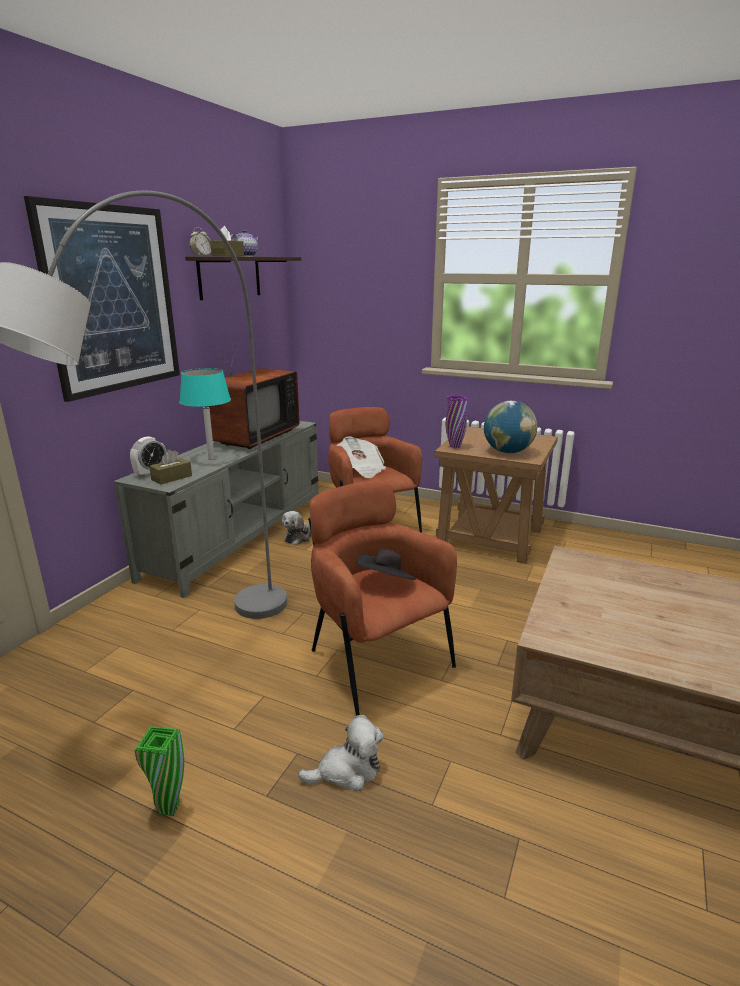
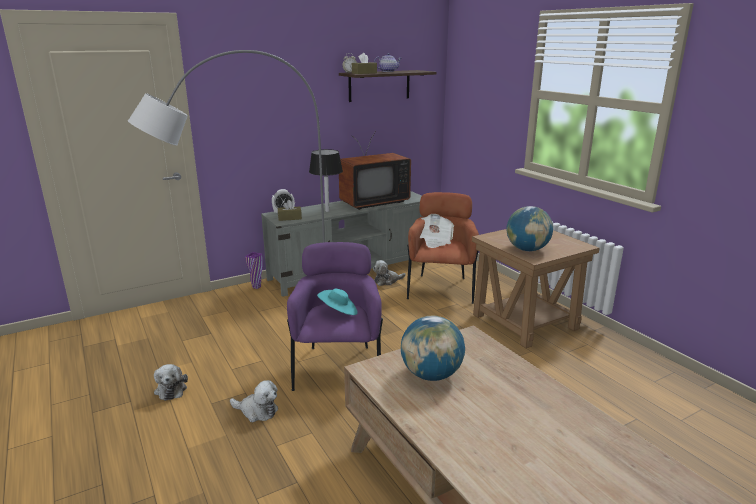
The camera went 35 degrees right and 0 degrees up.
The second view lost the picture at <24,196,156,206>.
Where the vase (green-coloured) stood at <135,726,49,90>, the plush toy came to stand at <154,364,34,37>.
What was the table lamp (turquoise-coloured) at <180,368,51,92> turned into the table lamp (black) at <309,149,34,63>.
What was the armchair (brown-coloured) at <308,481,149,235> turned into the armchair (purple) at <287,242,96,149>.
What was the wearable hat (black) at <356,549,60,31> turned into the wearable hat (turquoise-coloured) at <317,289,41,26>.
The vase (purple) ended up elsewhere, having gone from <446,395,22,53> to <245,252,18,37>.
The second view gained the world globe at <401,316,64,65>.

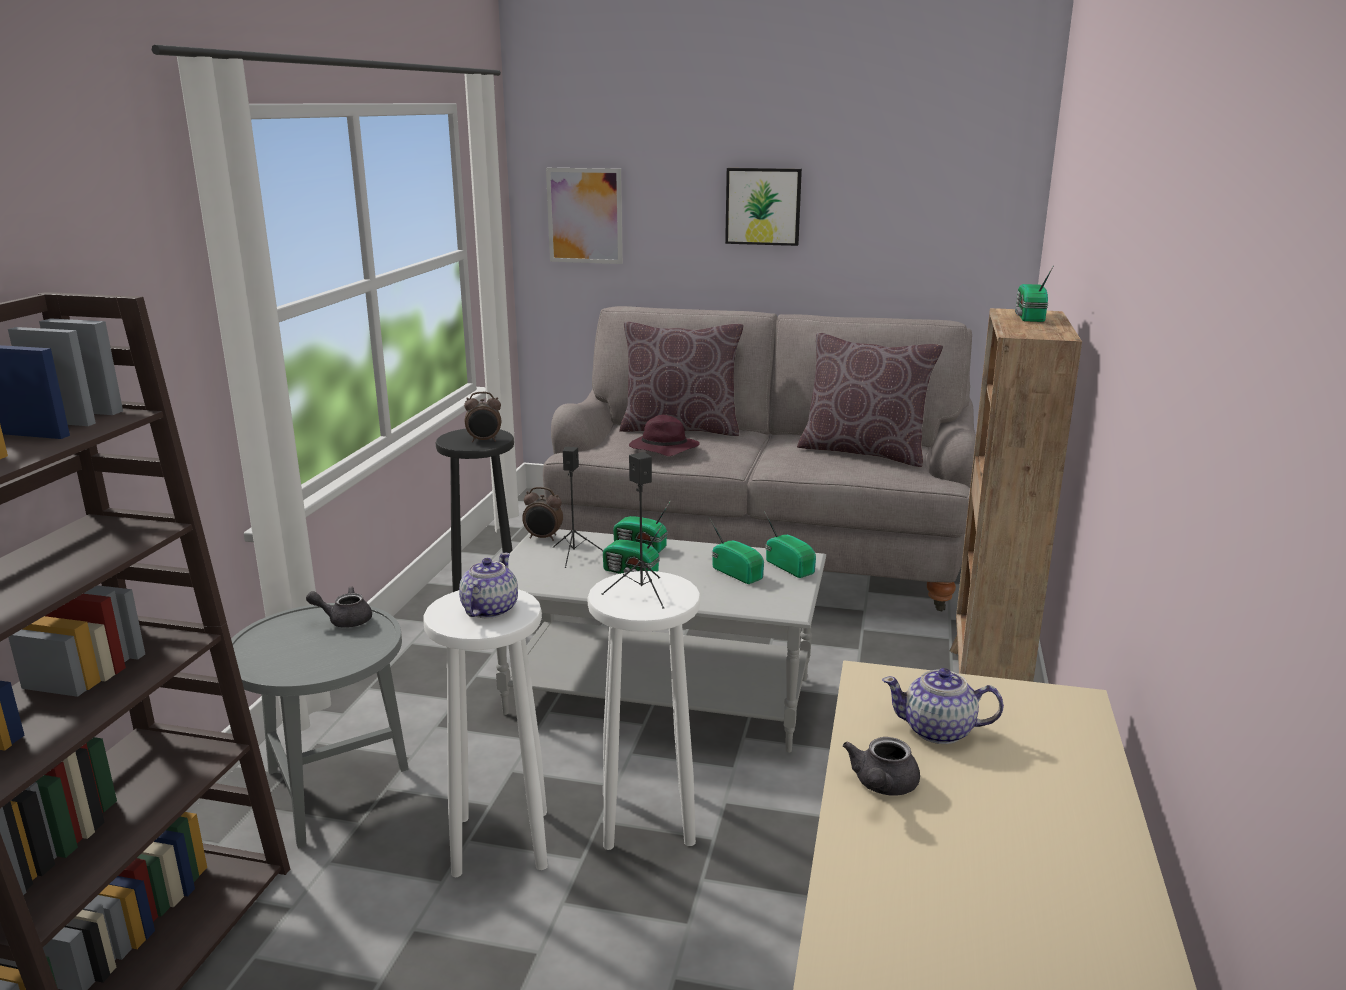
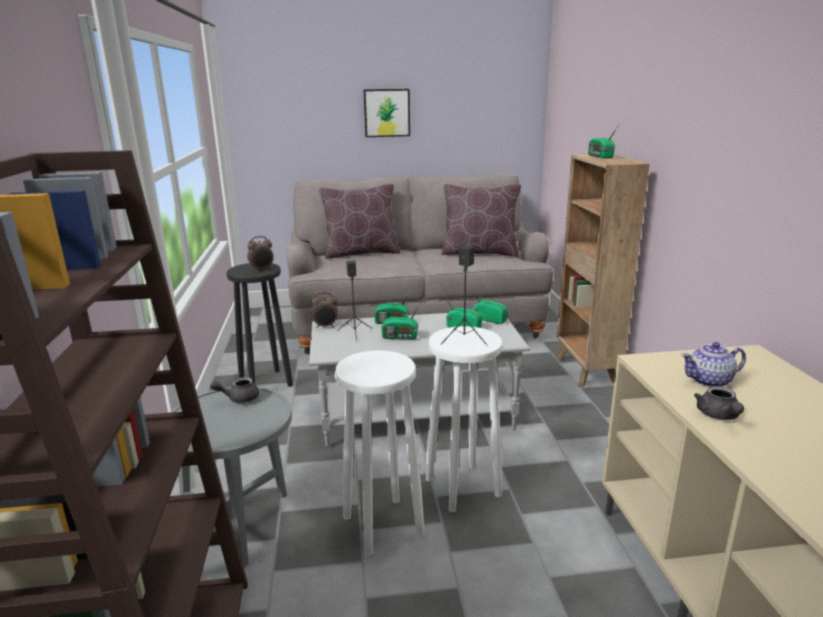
The camera went 20 degrees left and 0 degrees up.
The second view lost the tea pot at <459,553,59,66>.
The second view lost the picture at <546,168,77,96>.
The second view lost the wearable hat (purple) at <629,415,71,41>.

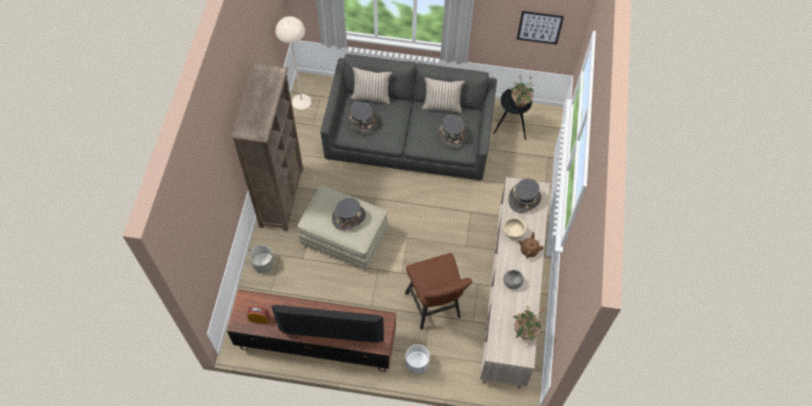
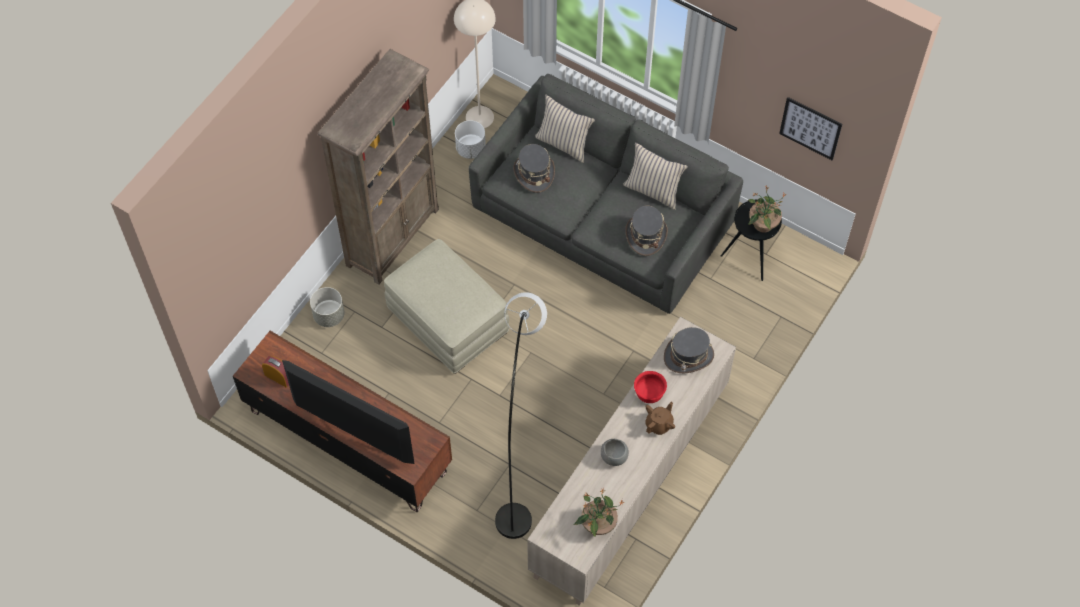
The camera went 25 degrees right and 0 degrees up.
The second view lost the wearable hat (greyish) at <332,198,34,32>.
Where the stool (brown-coloured) stood at <405,253,68,77>, the standing lamp (greyish) came to stand at <495,292,52,247>.
The flower pot (white-coloured) ended up elsewhere, having gone from <405,344,25,30> to <455,120,31,39>.
What was the serving bowl (beige-coloured) at <503,217,23,22> turned into the serving bowl (red-coloured) at <634,371,33,32>.

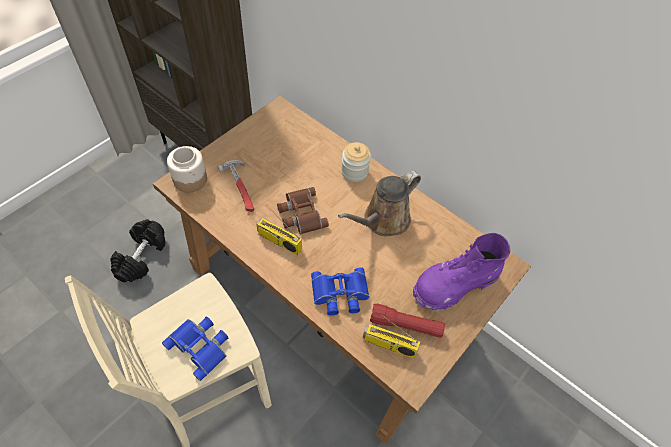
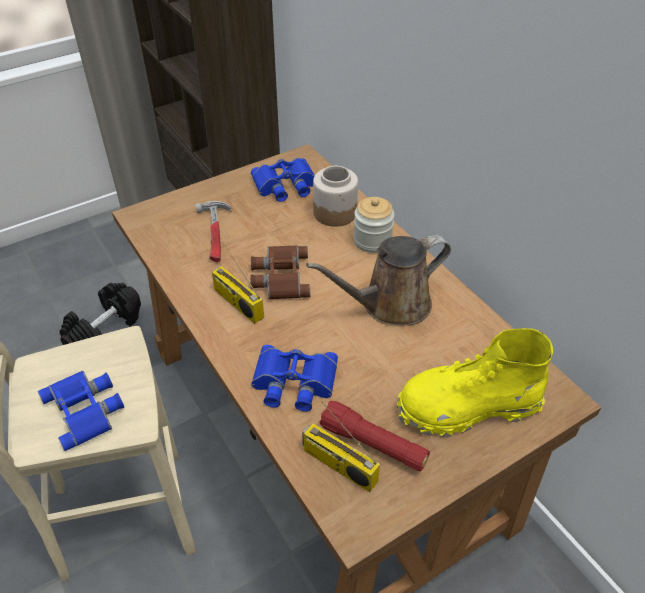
The camera went 20 degrees right and 10 degrees down.
The storage jar ended up elsewhere, having gone from <167,146,40,47> to <313,166,45,61>.
What was the boot (purple) at <413,233,97,78> turned into the boot (yellowish) at <397,328,156,109>.
The second view gained the pair of binoculars (bluish) at <251,158,64,44>.

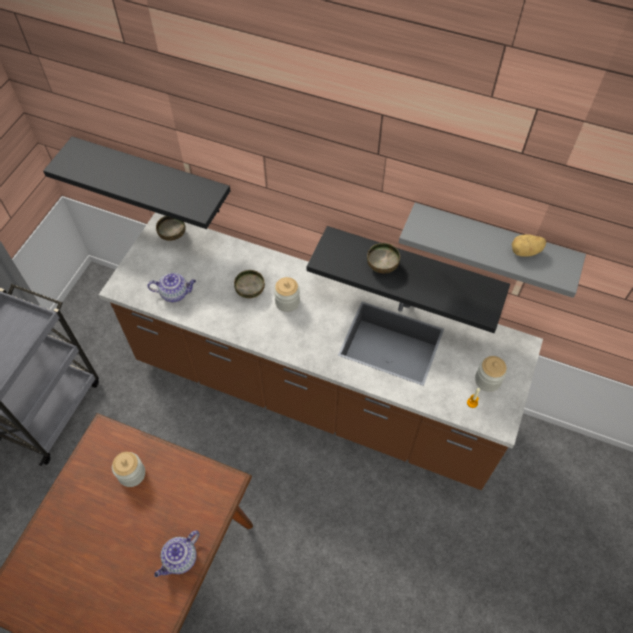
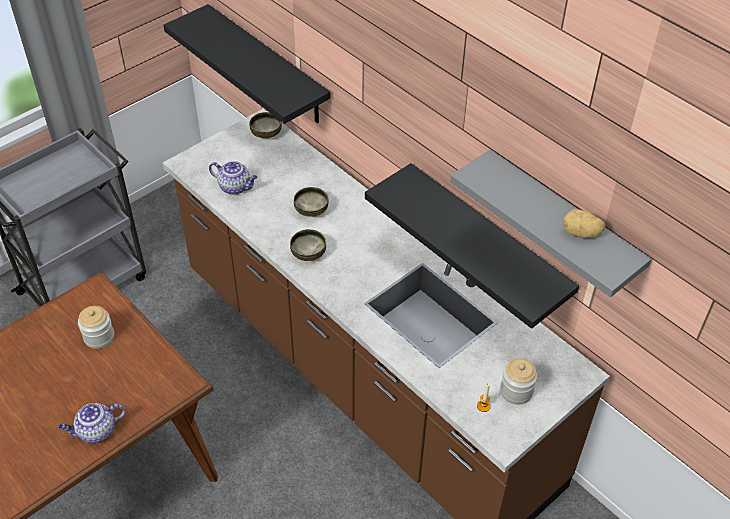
The camera went 25 degrees right and 10 degrees down.
The second view lost the storage jar at <274,277,26,35>.
The serving bowl ended up elsewhere, having gone from <367,243,33,30> to <290,229,36,32>.

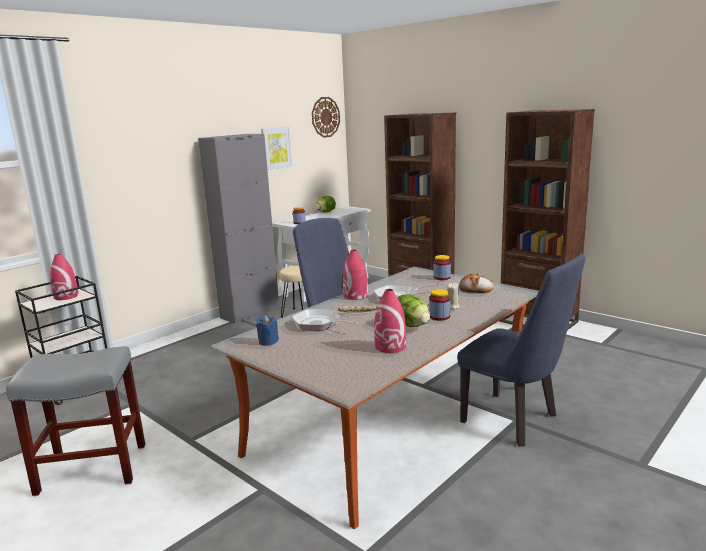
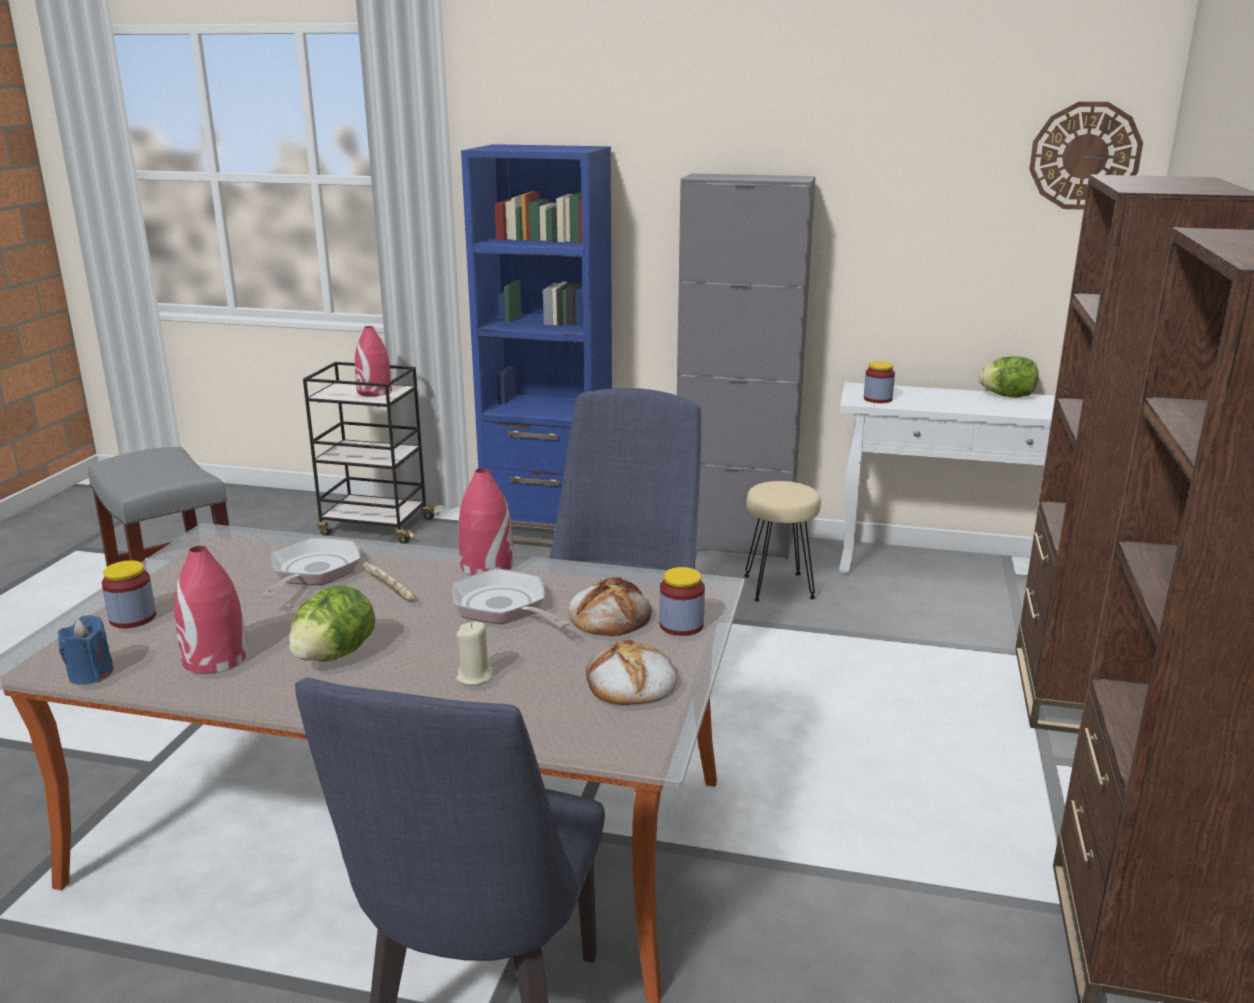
The camera went 60 degrees right and 5 degrees up.
The wax light (bluish) ended up elsewhere, having gone from <256,315,23,31> to <58,615,55,70>.
The second view lost the picture at <261,127,32,43>.
The storage jar ended up elsewhere, having gone from <429,289,21,31> to <102,560,54,68>.
The second view gained the bookcase (bluish) at <461,144,151,403>.
The second view gained the bakery bread at <568,577,84,59>.

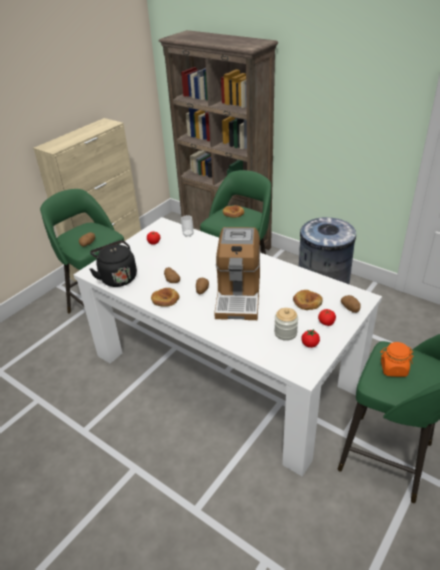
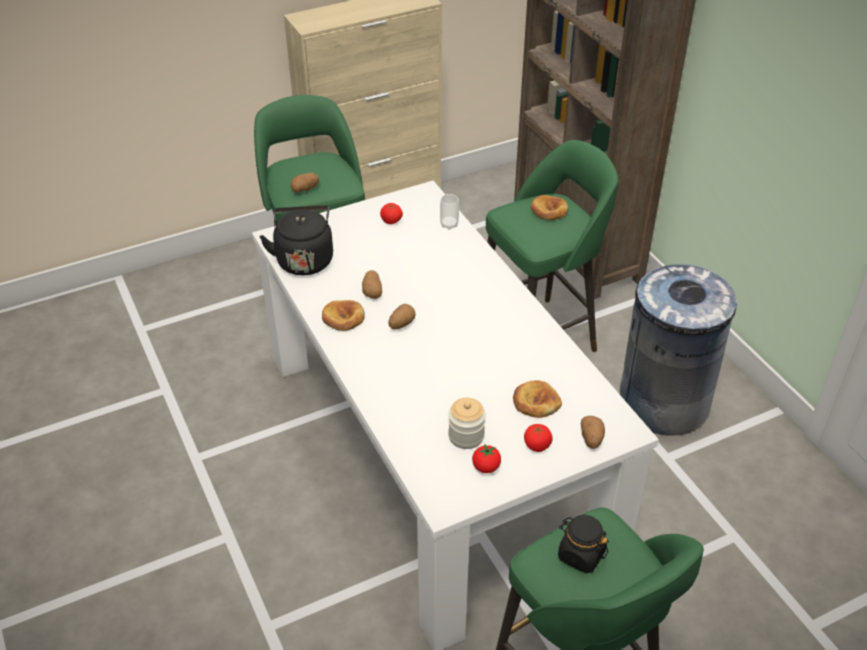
The camera went 25 degrees right and 5 degrees up.
The second view lost the coffee machine at <214,227,47,93>.
What was the storage jar (orange-coloured) at <380,342,34,35> turned into the storage jar (black) at <558,515,51,58>.

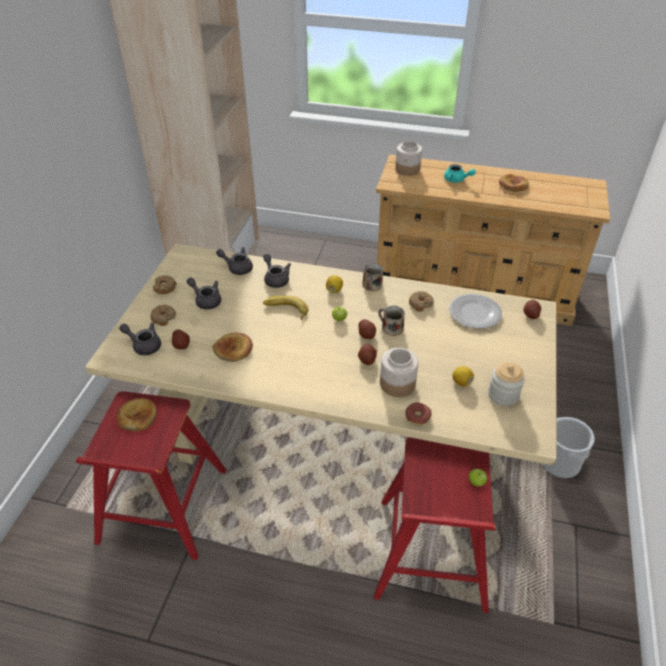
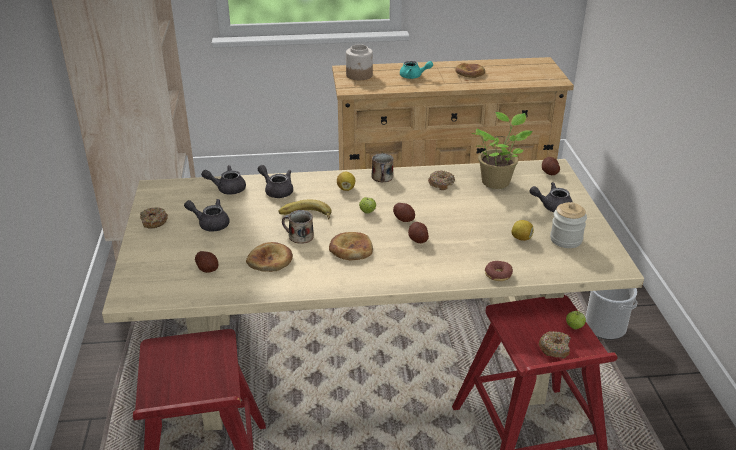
The camera went 20 degrees left and 10 degrees down.
The bakery bread ended up elsewhere, having gone from <116,398,41,33> to <329,232,44,28>.
The tea pot (greyish) ended up elsewhere, having gone from <119,322,42,33> to <529,182,43,30>.
The doughnut ended up elsewhere, having gone from <151,305,25,21> to <539,331,31,28>.
The coffee mug ended up elsewhere, having gone from <378,306,27,30> to <282,210,32,33>.
The second view lost the storage jar at <380,348,39,49>.
Where the plate stood at <449,294,53,35>, the potted plant came to stand at <471,112,62,77>.

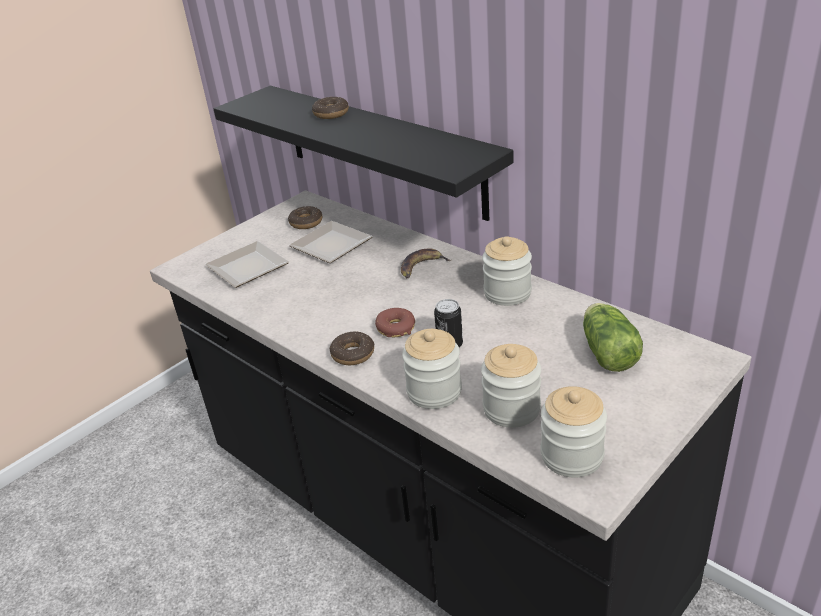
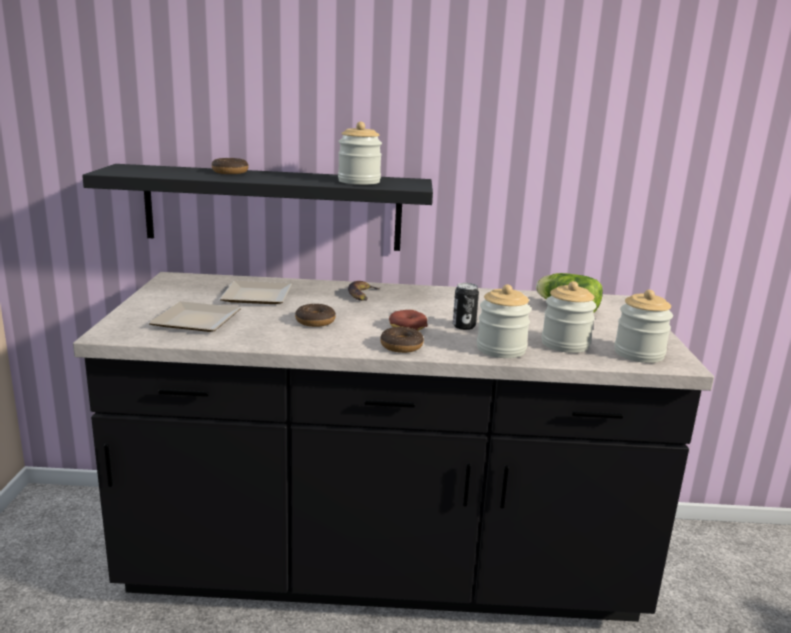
The camera went 45 degrees left and 15 degrees down.
The doughnut ended up elsewhere, having gone from <288,206,35,23> to <295,304,41,23>.
The storage jar ended up elsewhere, having gone from <482,236,50,70> to <338,122,44,63>.

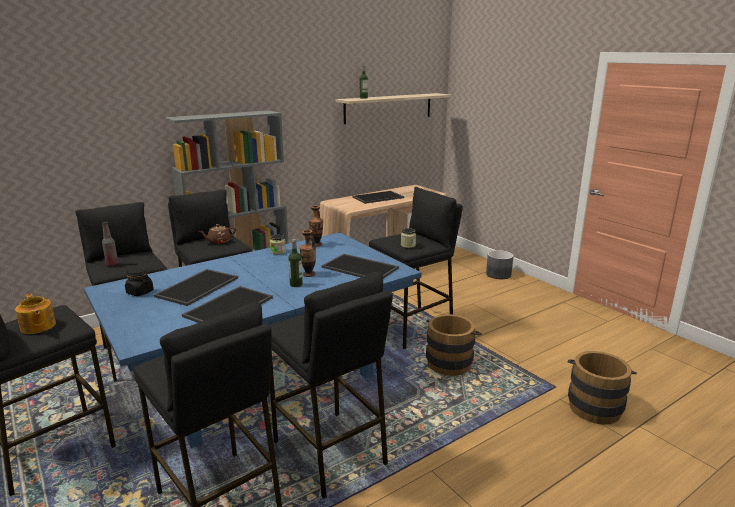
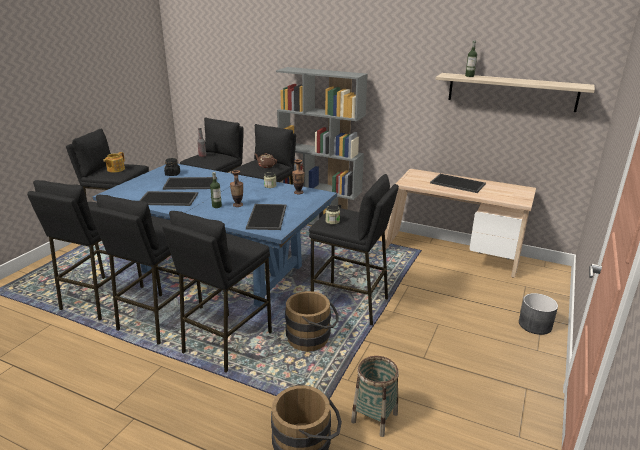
The camera went 60 degrees right and 5 degrees up.
The second view gained the stool (black) at <162,211,110,162>.
The second view gained the basket at <351,356,48,81>.

